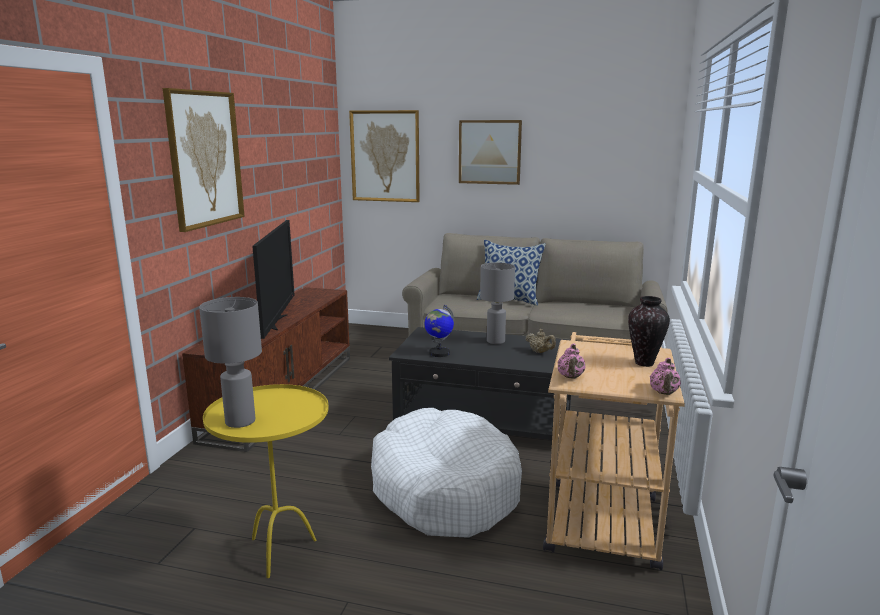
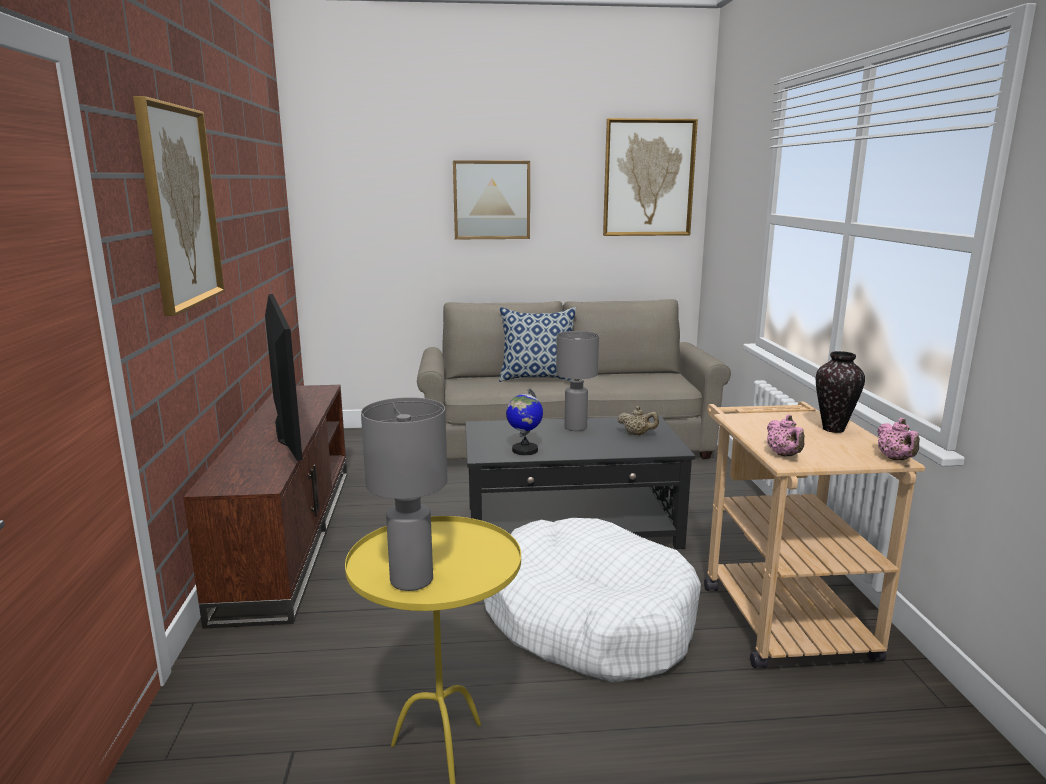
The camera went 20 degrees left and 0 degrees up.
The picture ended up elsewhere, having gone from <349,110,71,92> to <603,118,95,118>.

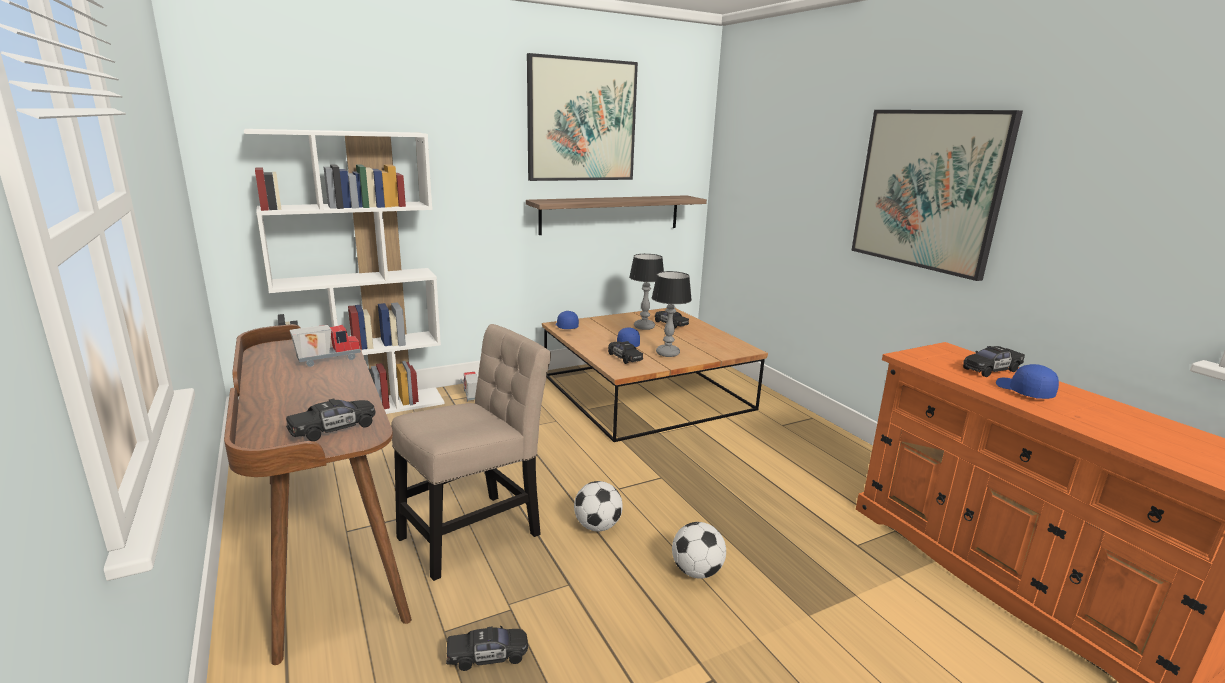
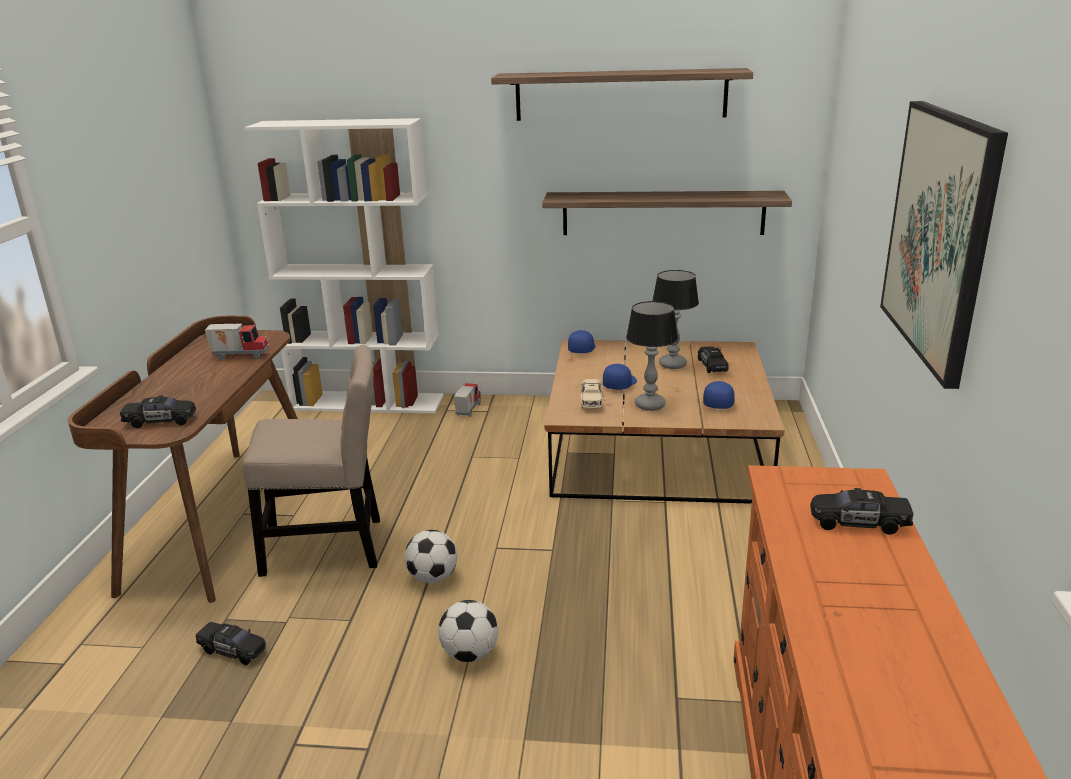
The camera went 35 degrees right and 5 degrees up.
Where the picture hung at <527,53,111,128>, the bracket shelf came to hang at <491,68,262,53>.
What was the model car (black) at <608,341,35,23> turned into the model car (beige-coloured) at <580,379,23,30>.
The peaked cap (bluish) ended up elsewhere, having gone from <996,364,63,35> to <703,381,32,28>.

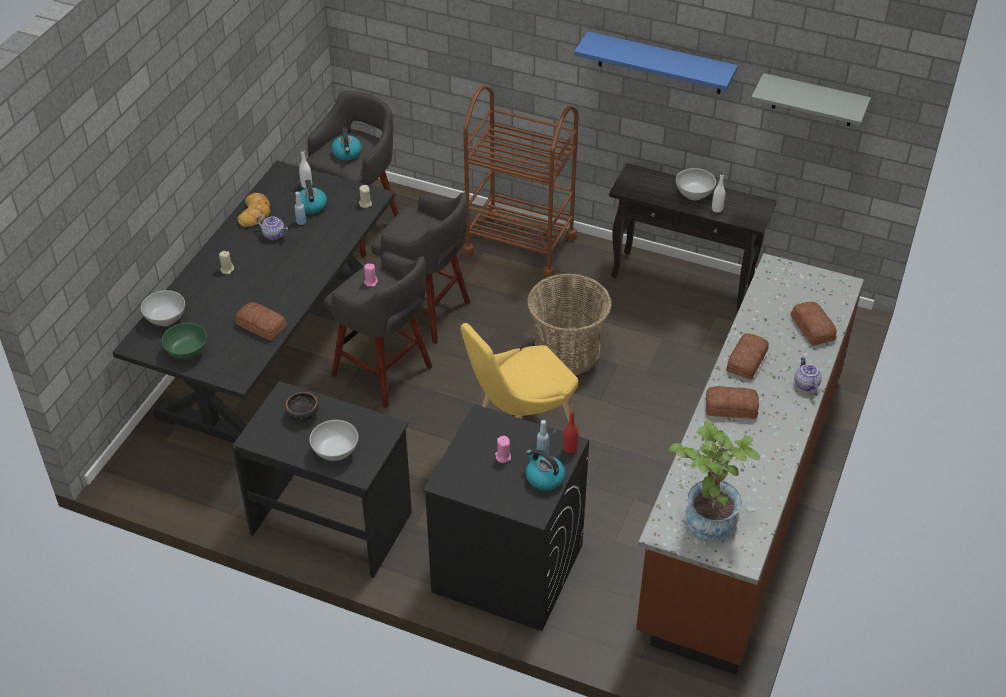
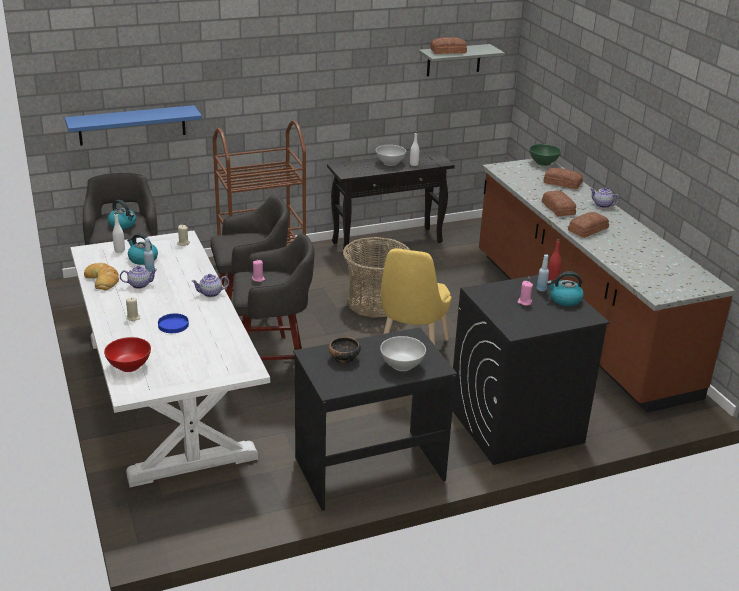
The camera went 45 degrees left and 15 degrees down.
What was the dining table (black) at <112,161,283,282> turned into the dining table (white-coloured) at <70,230,200,257>.
What was the serving bowl (white-coloured) at <141,290,44,36> turned into the serving bowl (red-coloured) at <104,337,47,35>.
The serving bowl (green-coloured) ended up elsewhere, having gone from <161,323,46,37> to <529,144,32,22>.
The bakery bread ended up elsewhere, having gone from <236,302,51,39> to <430,37,37,17>.
The bracket shelf (bluish) ended up elsewhere, having gone from <574,31,164,63> to <65,105,137,41>.
The second view lost the potted plant at <669,420,91,120>.
The second view gained the plate (bluish) at <158,314,31,19>.
The second view gained the tea pot at <191,274,38,23>.

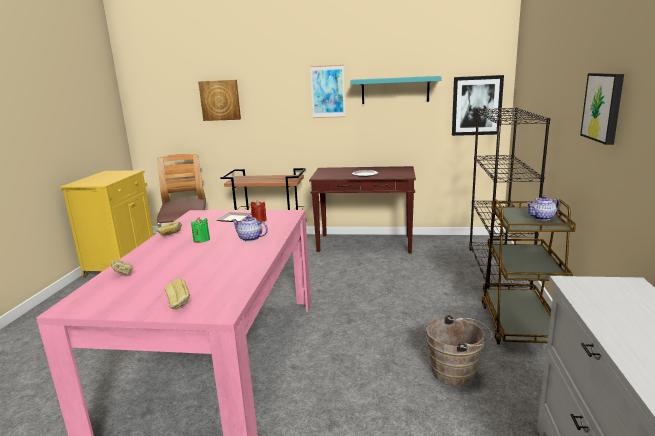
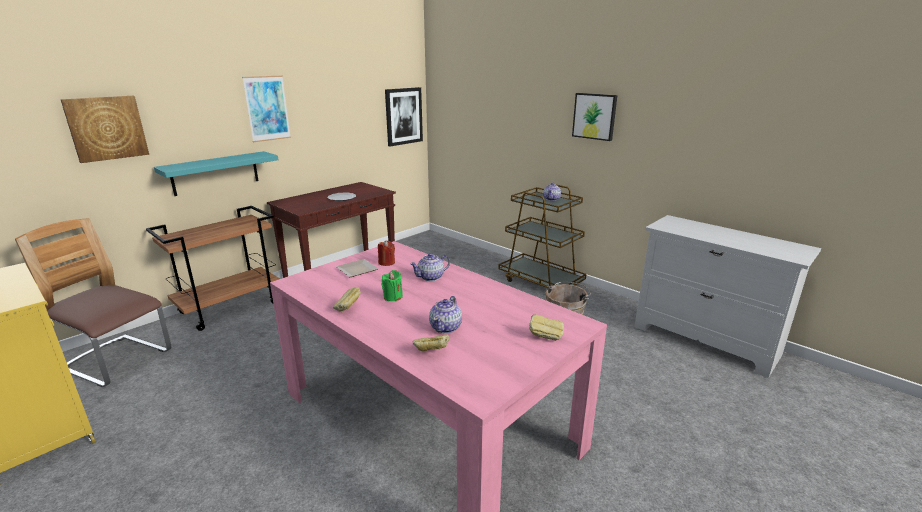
The camera went 55 degrees left and 5 degrees up.
The bracket shelf (turquoise-coloured) ended up elsewhere, having gone from <351,76,91,28> to <154,151,125,45>.
The second view lost the bookcase (black) at <469,107,81,183>.
The second view gained the tea pot at <429,296,33,37>.

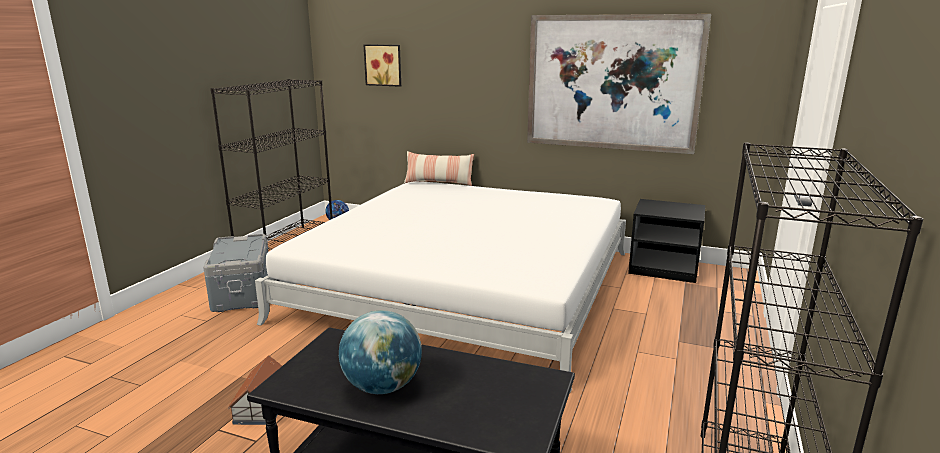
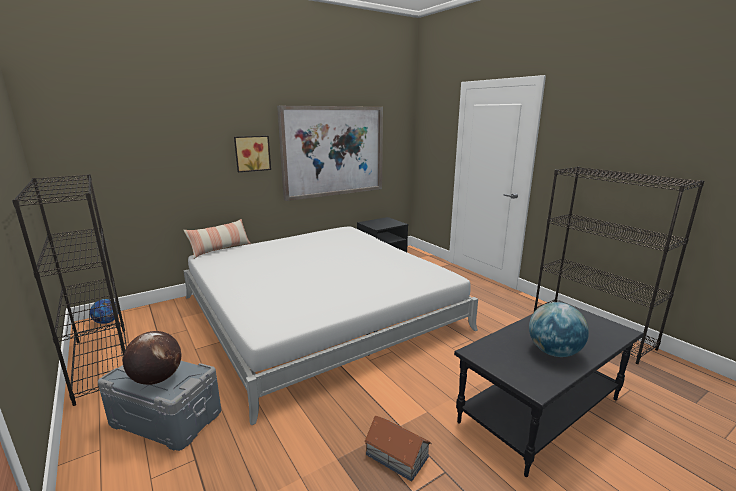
The camera went 55 degrees left and 0 degrees up.
The picture ended up elsewhere, having gone from <364,44,37,43> to <234,136,37,36>.
The second view gained the world globe at <123,331,59,54>.

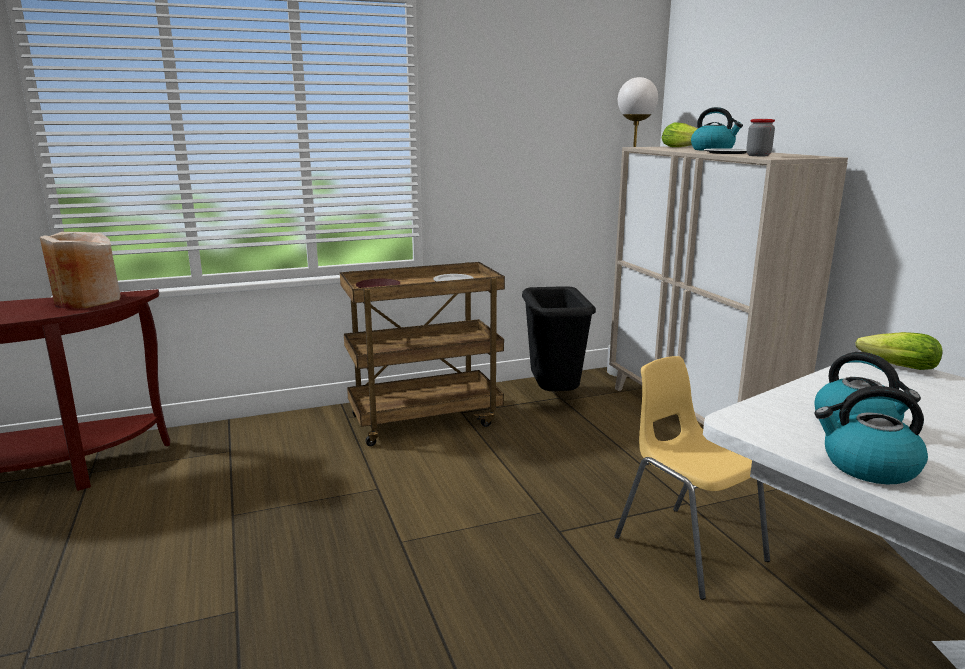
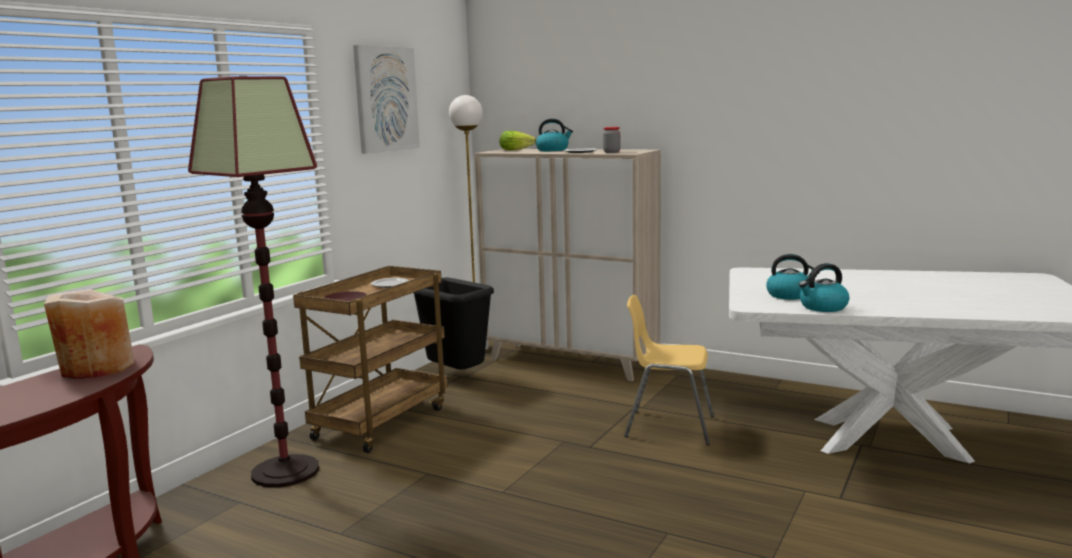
The camera went 40 degrees left and 5 degrees down.
The second view lost the lettuce at <855,332,88,38>.
The second view gained the standing lamp at <188,76,131,412>.
The second view gained the picture at <353,45,67,109>.

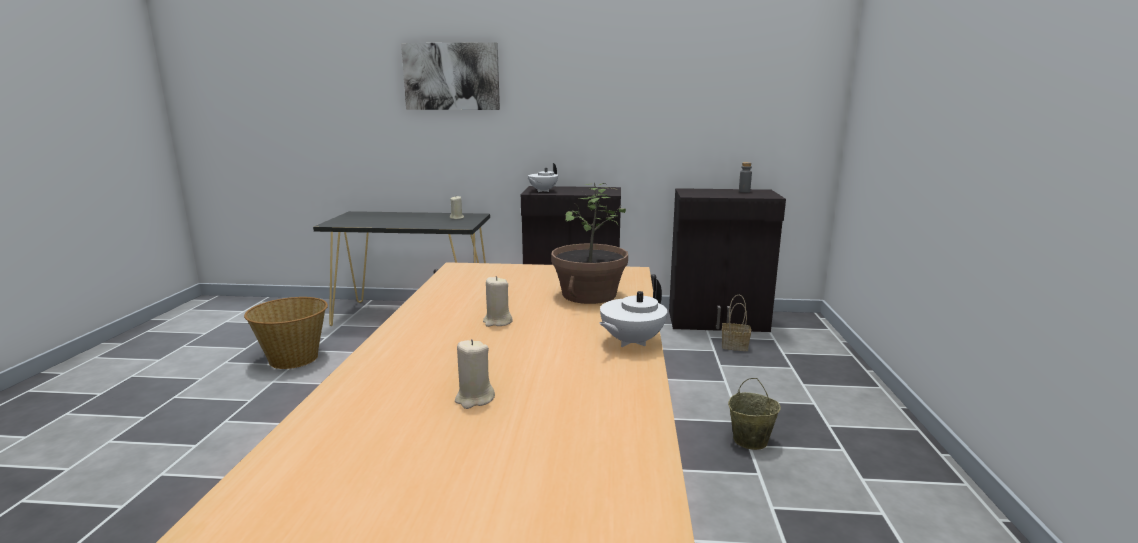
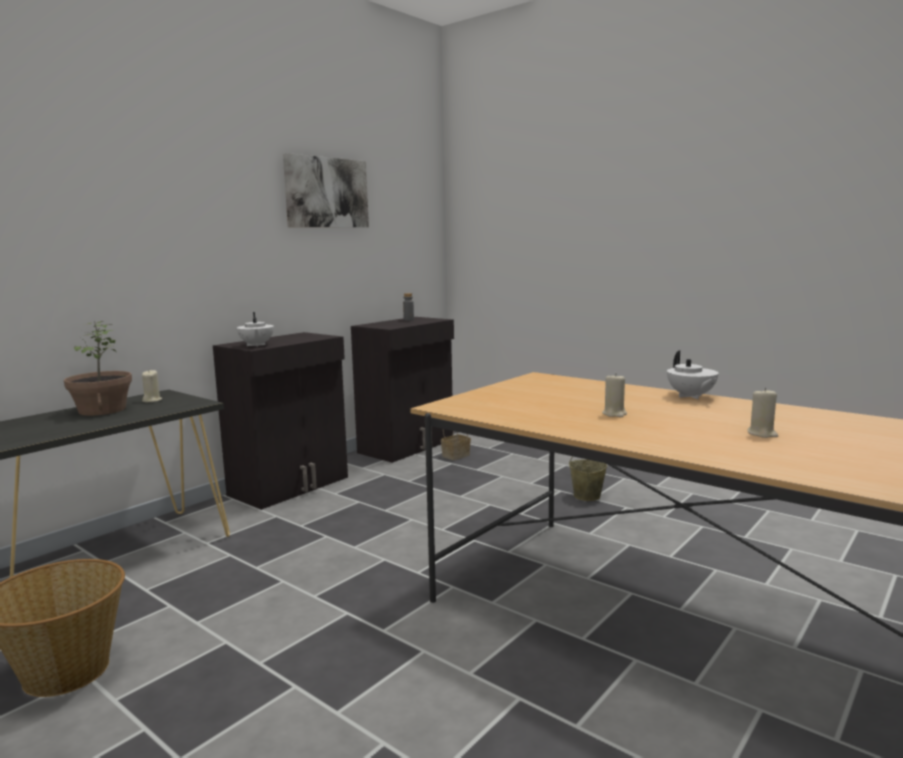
The camera went 55 degrees left and 5 degrees down.
The picture ended up elsewhere, having gone from <401,42,99,68> to <283,153,86,74>.
The potted plant ended up elsewhere, having gone from <551,182,77,122> to <64,321,68,95>.

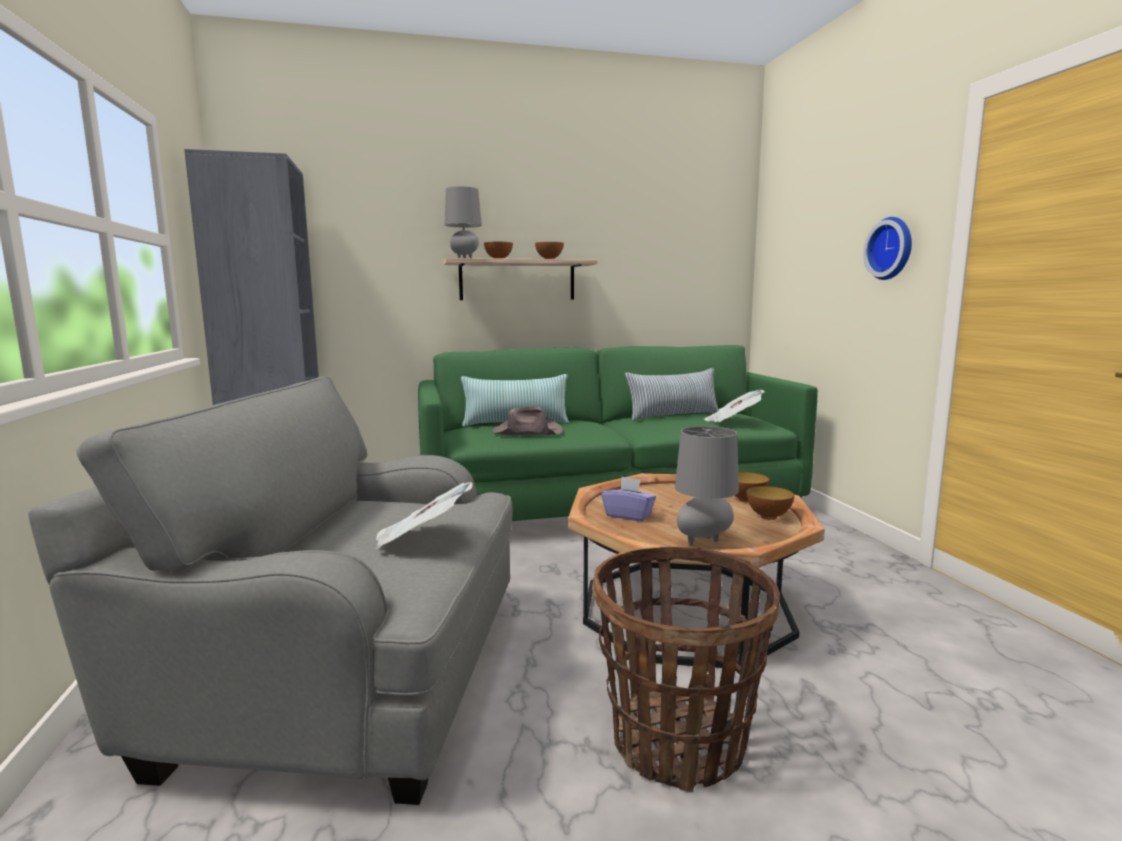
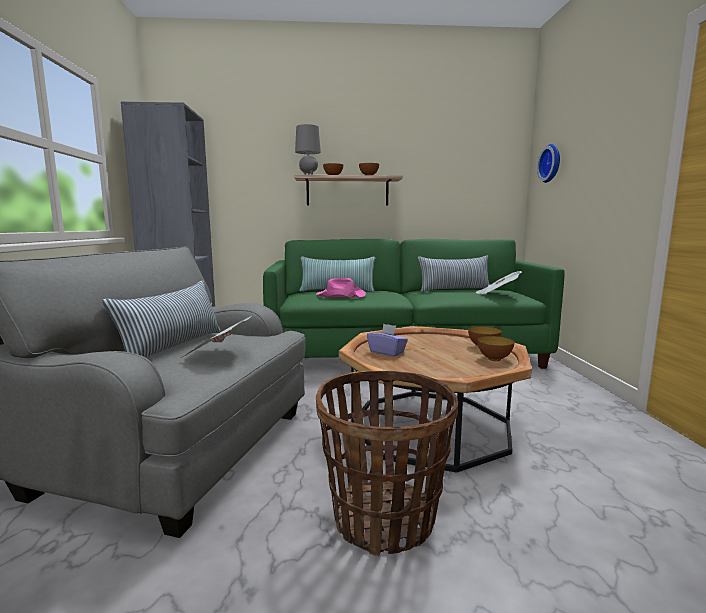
The camera went 10 degrees right and 0 degrees up.
What was the wearable hat (brown-coloured) at <492,407,71,29> turned into the wearable hat (pinkish) at <316,278,50,20>.
The second view lost the table lamp (greyish) at <675,426,64,119>.
The hanging clock ended up elsewhere, having gone from <863,217,49,63> to <537,144,23,39>.
The second view gained the cushion at <102,280,119,78>.

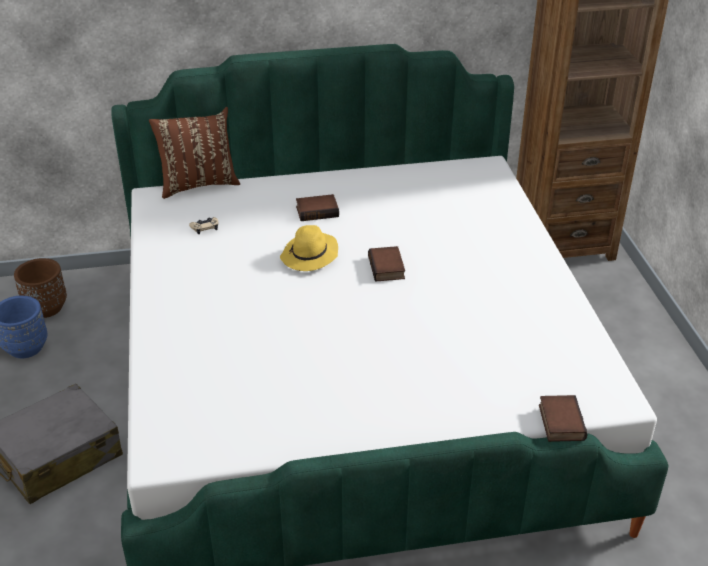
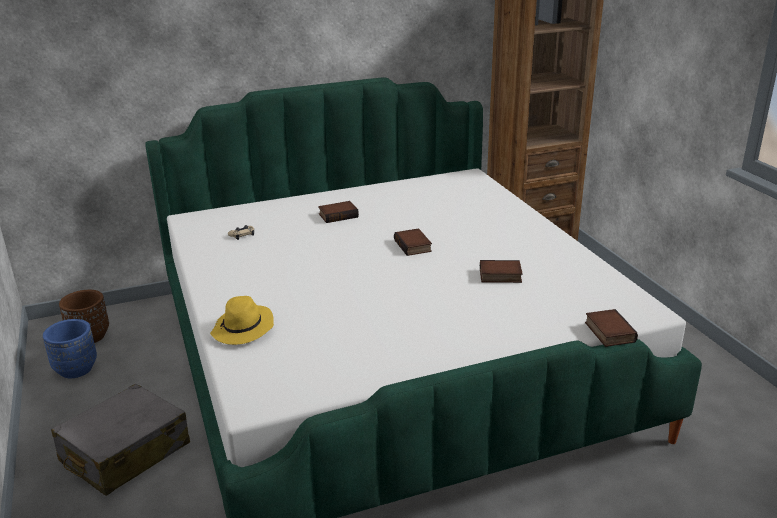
The camera went 10 degrees left and 10 degrees down.
The second view lost the cushion (brown-coloured) at <149,107,91,92>.
The wearable hat (yellowish) ended up elsewhere, having gone from <280,225,58,46> to <210,296,64,49>.
The second view gained the book at <480,260,43,23>.

